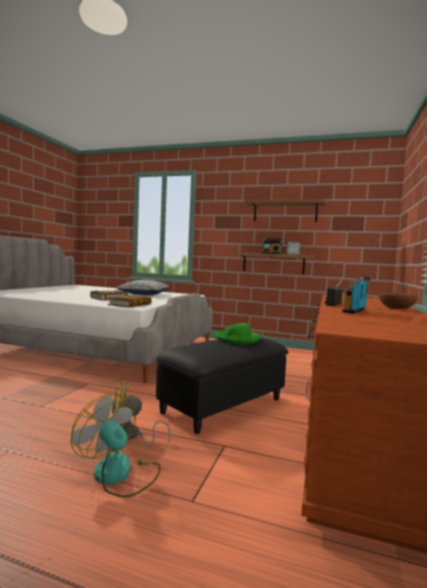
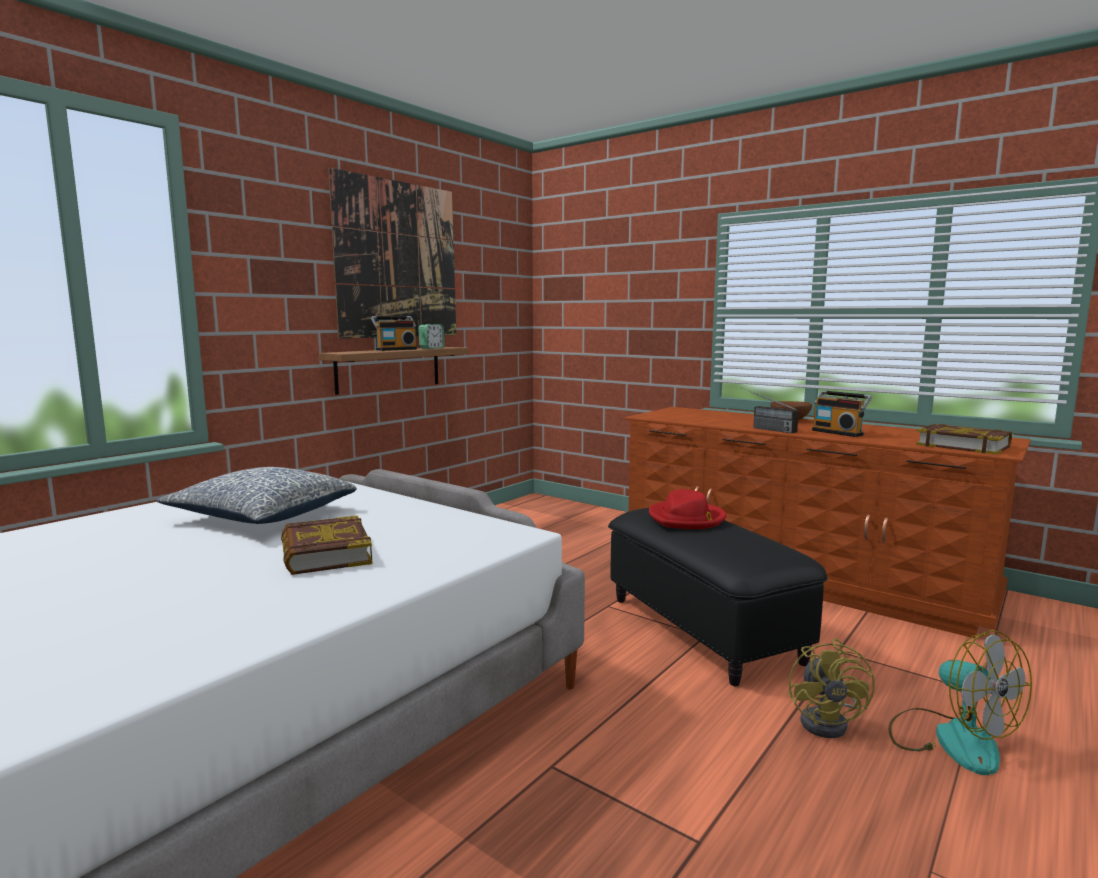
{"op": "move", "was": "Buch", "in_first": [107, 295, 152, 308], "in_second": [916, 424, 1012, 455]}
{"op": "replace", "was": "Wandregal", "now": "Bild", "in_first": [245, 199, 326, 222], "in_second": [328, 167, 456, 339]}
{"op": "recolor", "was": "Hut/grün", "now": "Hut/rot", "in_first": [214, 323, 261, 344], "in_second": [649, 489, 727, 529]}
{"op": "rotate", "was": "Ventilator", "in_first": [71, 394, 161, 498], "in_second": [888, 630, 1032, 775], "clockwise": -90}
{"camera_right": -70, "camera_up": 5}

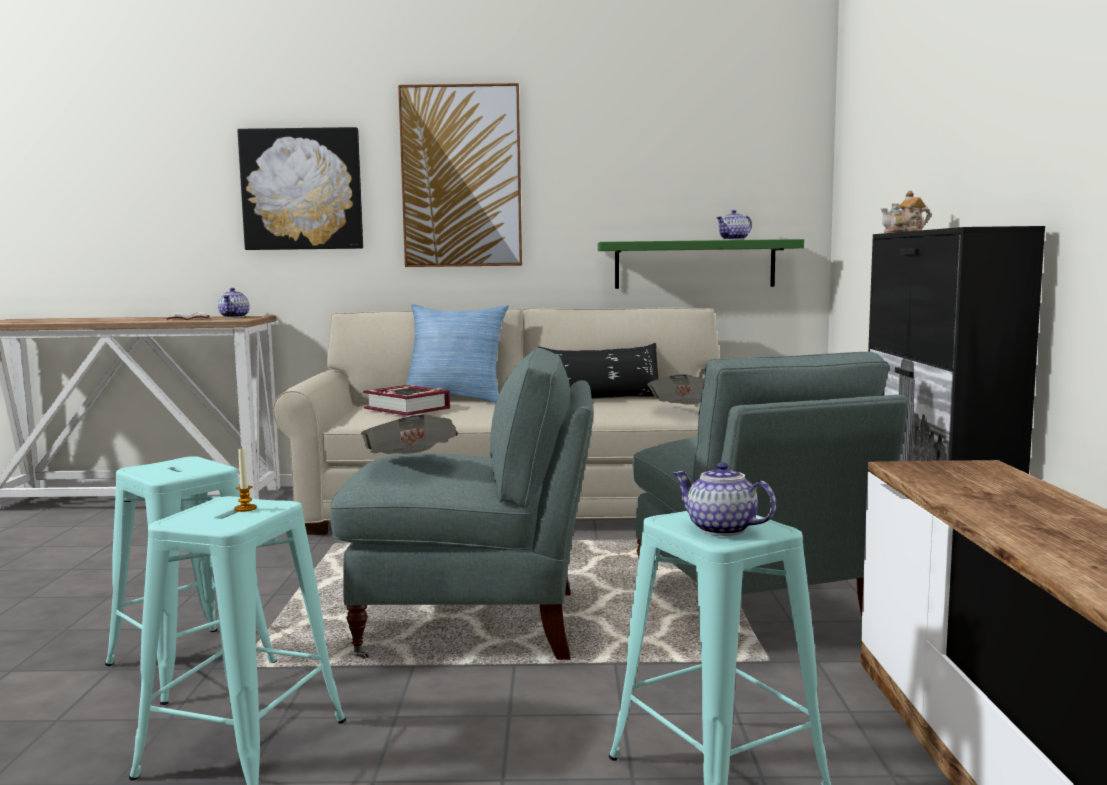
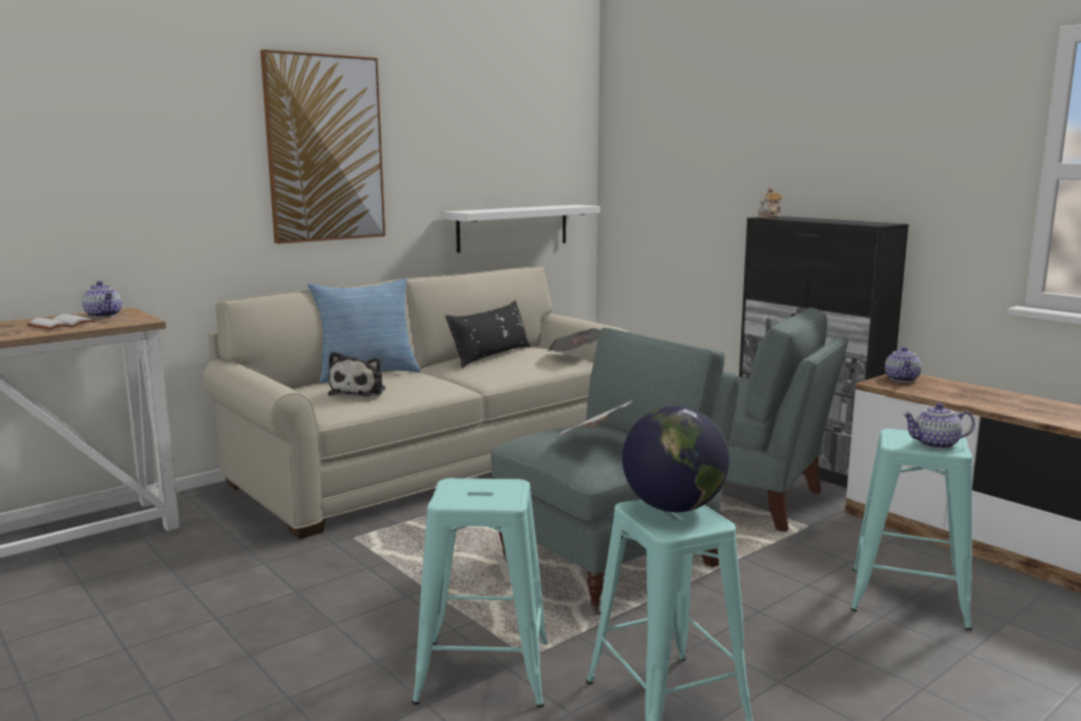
{"op": "delete", "was": "Bild", "in_first": [238, 127, 363, 250]}
{"op": "move", "was": "Teekanne", "in_first": [716, 210, 752, 240], "in_second": [885, 347, 922, 382]}
{"op": "replace", "was": "Kerze", "now": "Globus", "in_first": [234, 446, 257, 512], "in_second": [622, 406, 729, 512]}
{"op": "replace", "was": "Buch", "now": "Plüschtier", "in_first": [363, 385, 450, 416], "in_second": [328, 351, 386, 397]}
{"op": "recolor", "was": "Wandregal/grün", "now": "Wandregal/weiß", "in_first": [598, 239, 804, 289], "in_second": [443, 205, 600, 253]}
{"camera_right": -40, "camera_up": 5}

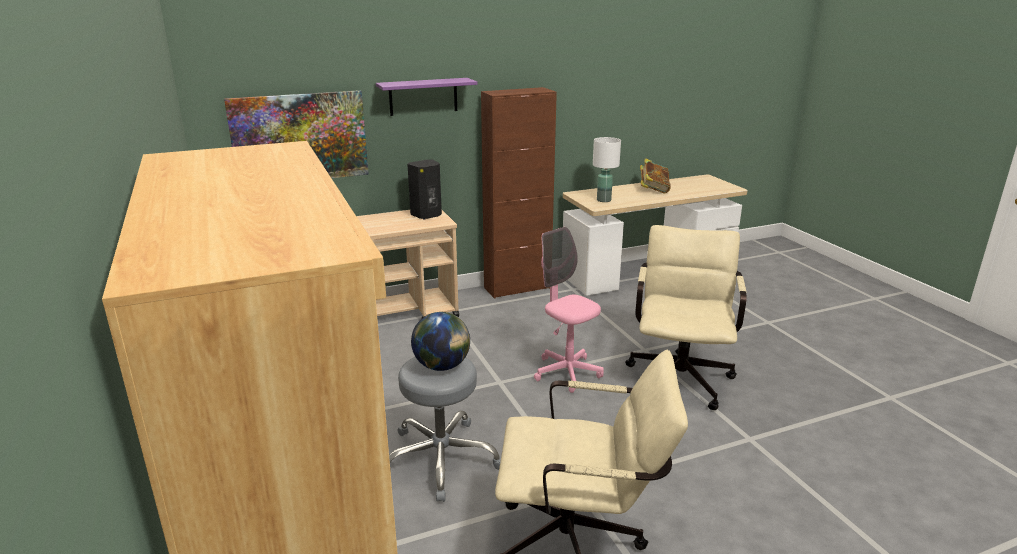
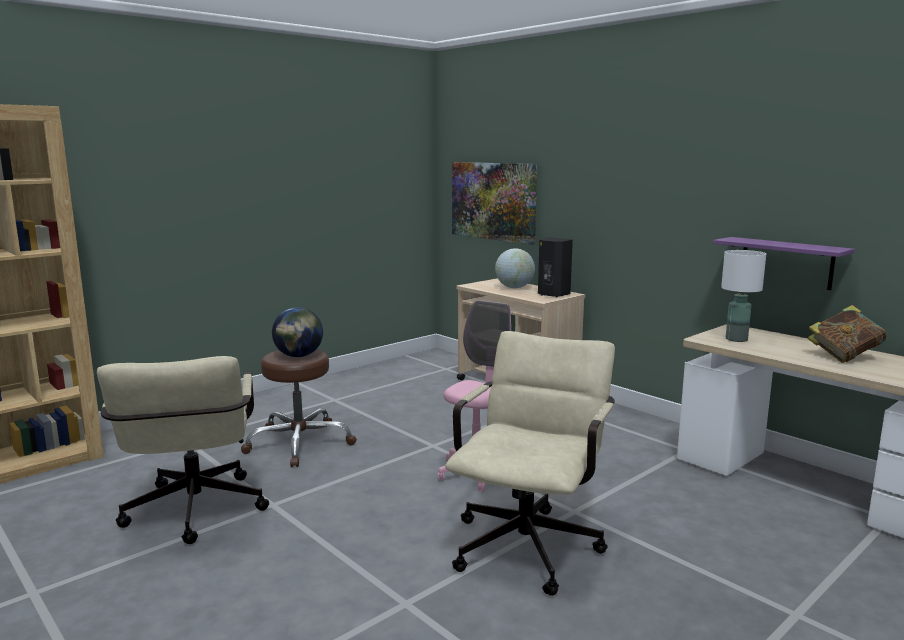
{"op": "delete", "was": "Schrank/braun", "in_first": [481, 87, 557, 298]}
{"op": "insert", "now": "Globus", "in_second": [495, 248, 535, 288]}
{"op": "move", "was": "Wandregal/lila", "in_first": [376, 78, 477, 116], "in_second": [713, 237, 855, 290]}
{"op": "recolor", "was": "Hocker/grau", "now": "Hocker/braun", "in_first": [389, 357, 501, 502], "in_second": [241, 349, 357, 467]}
{"op": "rotate", "was": "Bürostuhl/beige", "in_first": [625, 225, 747, 410], "in_second": [445, 331, 615, 596], "clockwise": -60}
{"camera_right": 70, "camera_up": -10}

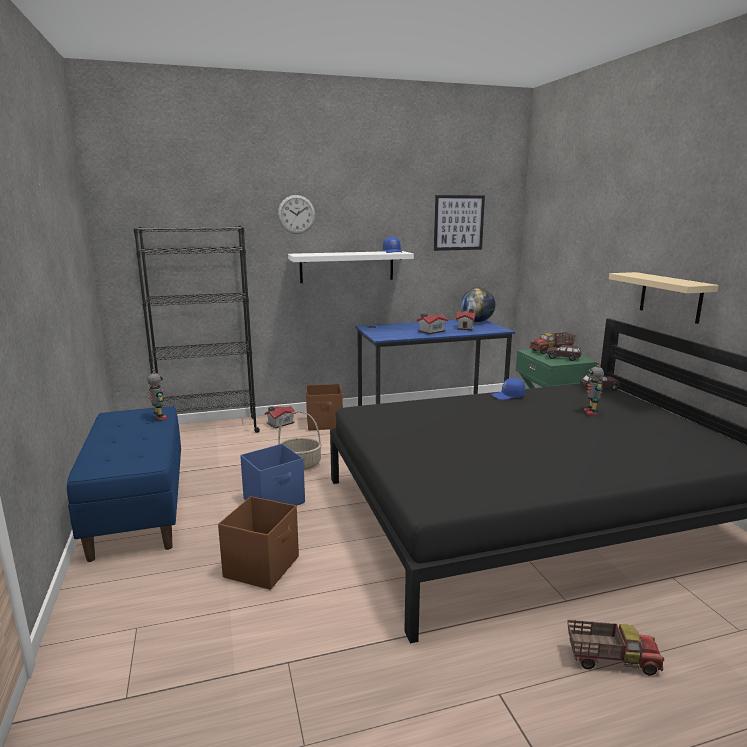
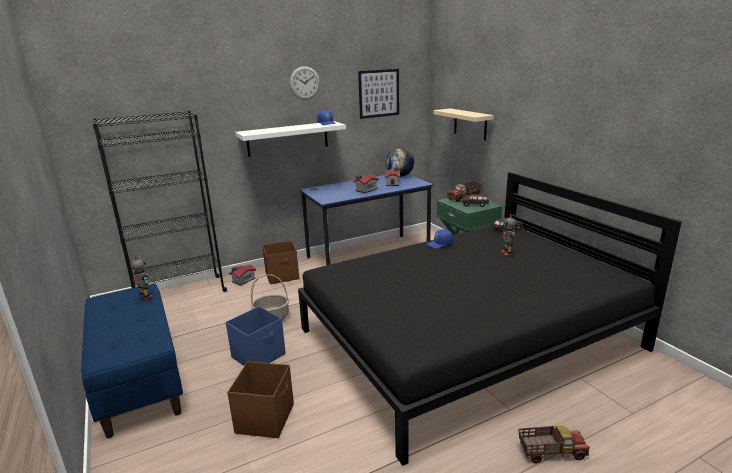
{"op": "move", "was": "Wanduhr", "in_first": [278, 195, 315, 234], "in_second": [290, 66, 320, 100]}
{"op": "move", "was": "Wandregal/beige", "in_first": [609, 272, 718, 324], "in_second": [433, 108, 494, 140]}
{"camera_right": -10, "camera_up": 5}

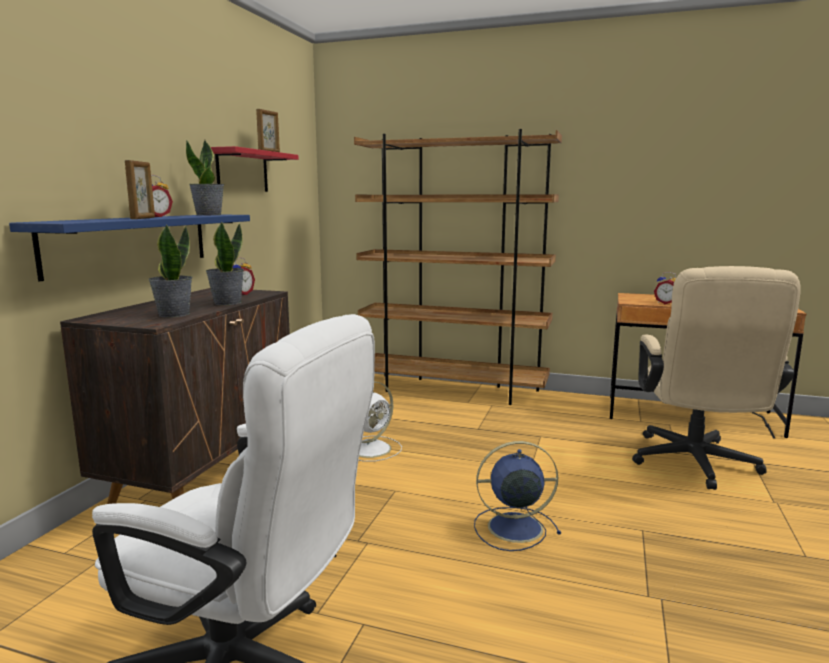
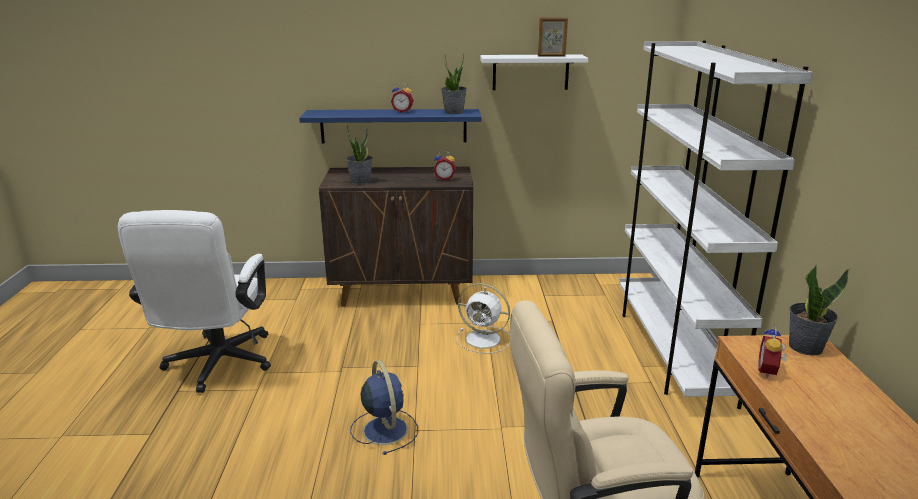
{"op": "delete", "was": "Bilderrahmen", "in_first": [125, 160, 155, 219]}
{"op": "move", "was": "Topfpflanze", "in_first": [206, 221, 244, 305], "in_second": [789, 265, 849, 356]}
{"op": "recolor", "was": "Wandregal/rot", "now": "Wandregal/weiß", "in_first": [211, 146, 298, 192], "in_second": [480, 55, 588, 90]}
{"op": "recolor", "was": "Bücherregal/braun", "now": "Bücherregal/weiß", "in_first": [354, 129, 562, 405], "in_second": [619, 40, 813, 409]}
{"camera_right": 70, "camera_up": 10}

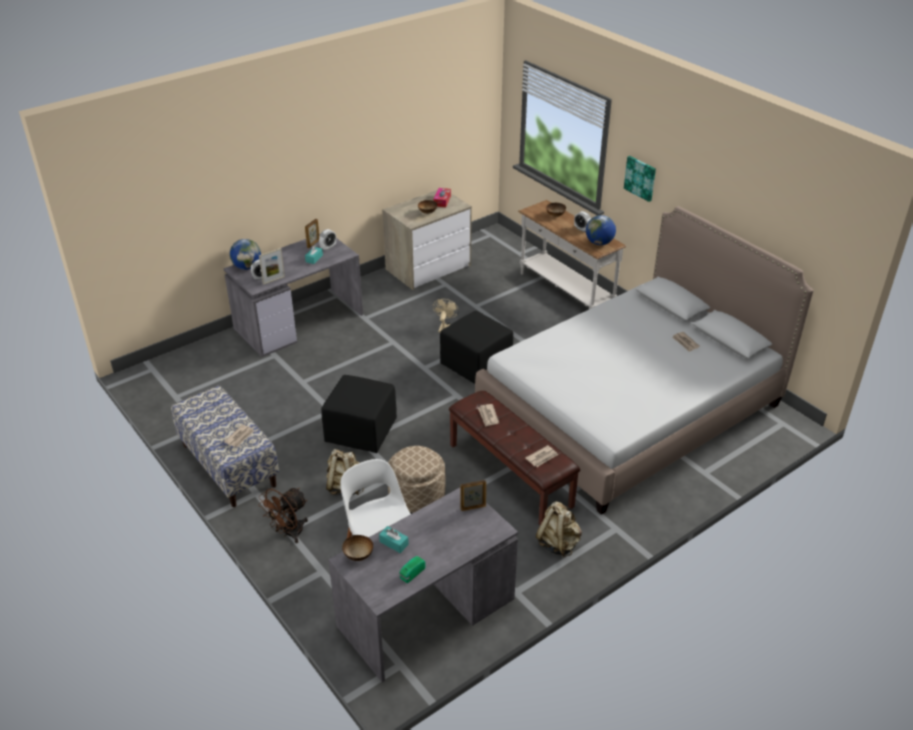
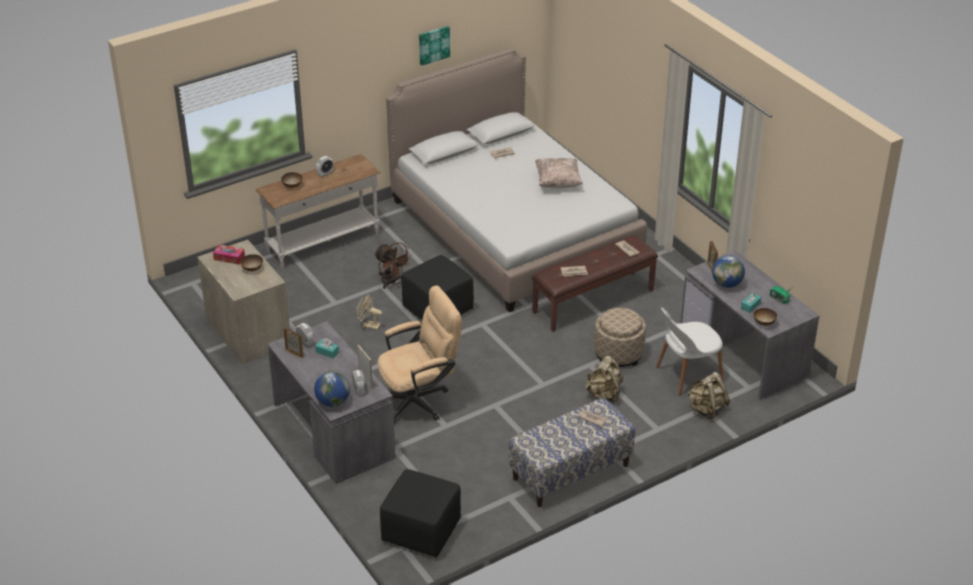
{"op": "insert", "now": "Bürostuhl/beige", "in_second": [377, 285, 462, 424]}
{"op": "insert", "now": "Kissen/beige", "in_second": [535, 158, 583, 189]}
{"op": "move", "was": "Ventilator/braun", "in_first": [258, 488, 308, 543], "in_second": [374, 242, 412, 289]}
{"op": "move", "was": "Polsterhocker/schwarz", "in_first": [321, 375, 397, 453], "in_second": [380, 469, 461, 557]}
{"op": "move", "was": "Rucksack/beige", "in_first": [536, 502, 582, 557], "in_second": [687, 372, 730, 420]}
{"op": "move", "was": "Globus", "in_first": [586, 215, 616, 245], "in_second": [712, 255, 745, 288]}
{"op": "move", "was": "Bild", "in_first": [624, 156, 656, 202], "in_second": [419, 26, 450, 66]}
{"camera_right": -85, "camera_up": 0}

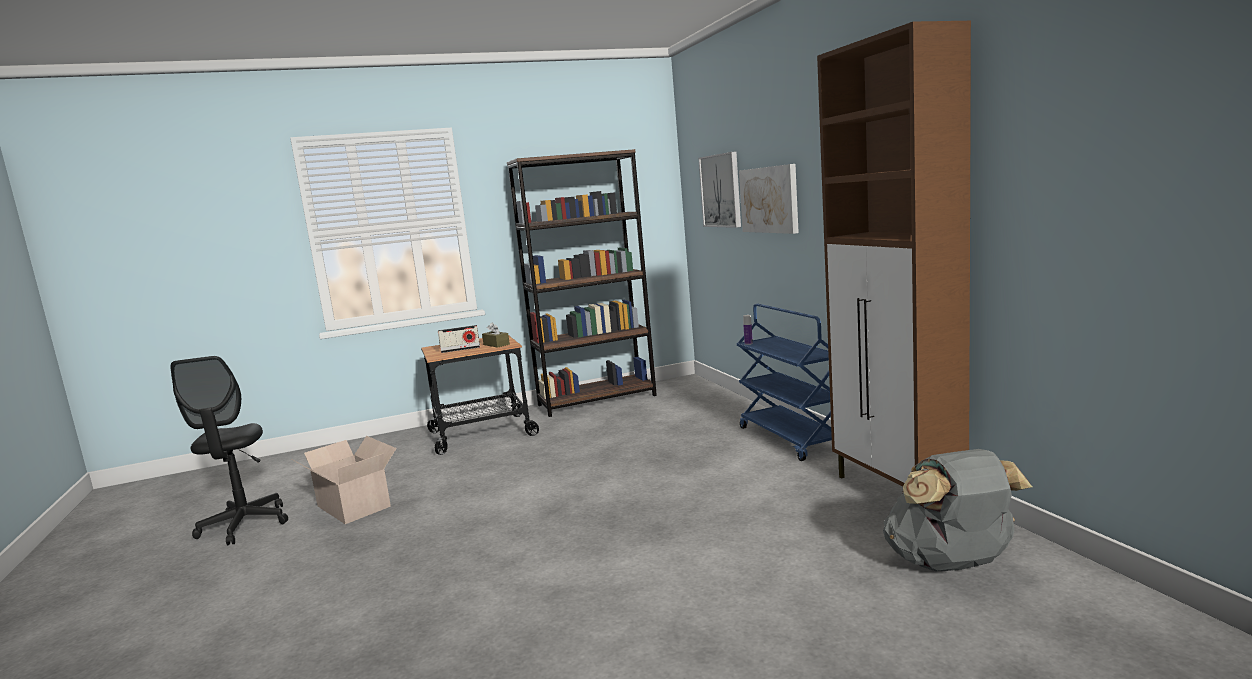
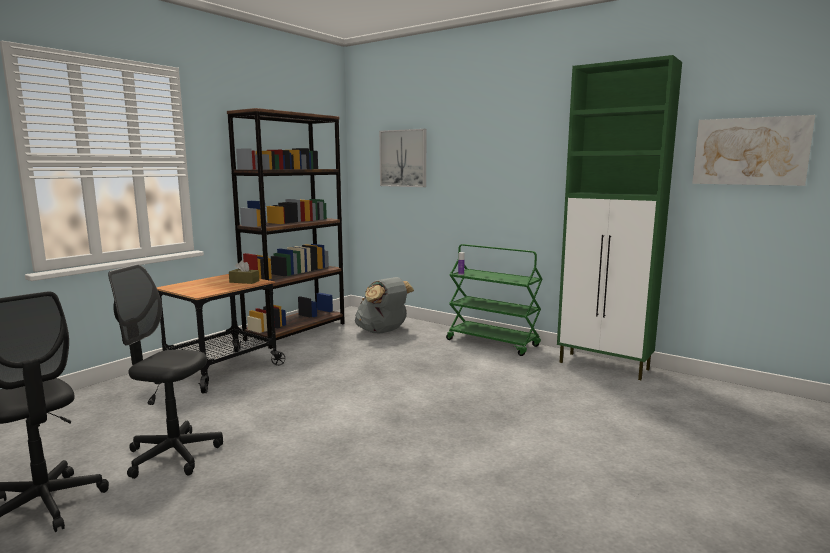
{"op": "delete", "was": "Radio", "in_first": [438, 325, 480, 353]}
{"op": "move", "was": "Bild", "in_first": [739, 164, 799, 234], "in_second": [692, 115, 815, 186]}
{"op": "move", "was": "Rucksack/grau", "in_first": [883, 449, 1032, 571], "in_second": [355, 277, 414, 333]}
{"op": "replace", "was": "Karton", "now": "Bürostuhl/schwarz", "in_first": [292, 436, 396, 524], "in_second": [108, 264, 223, 479]}
{"op": "recolor", "was": "Rollwagen/blau", "now": "Rollwagen/grün", "in_first": [736, 304, 832, 461], "in_second": [446, 244, 542, 356]}
{"op": "recolor", "was": "Schrank/braun", "now": "Schrank/grün", "in_first": [817, 21, 971, 486], "in_second": [557, 55, 682, 380]}
{"camera_right": -35, "camera_up": 0}

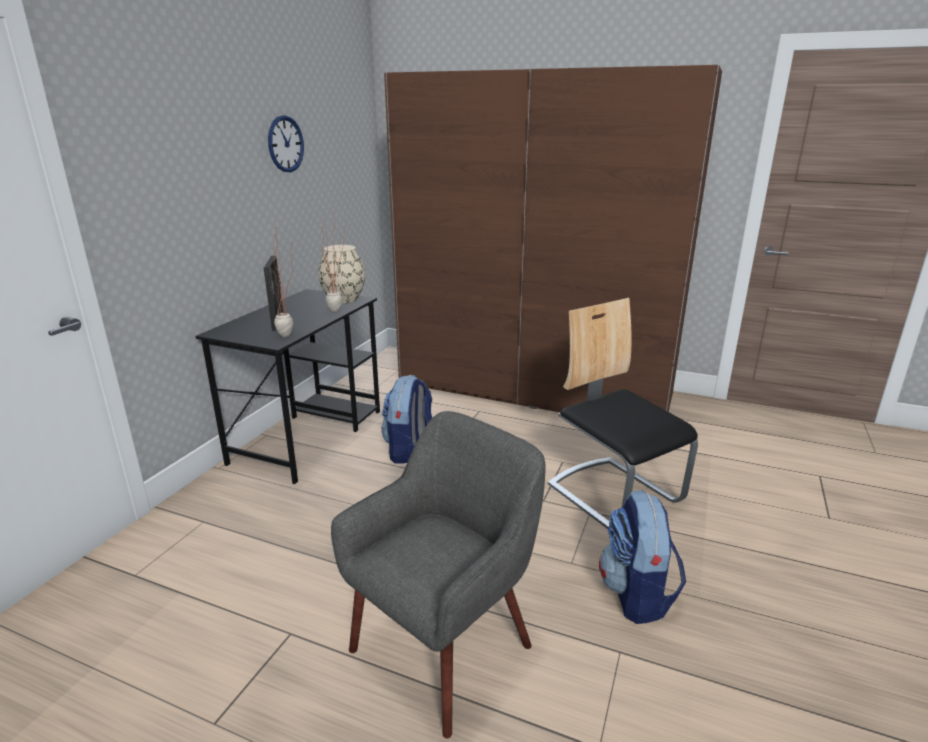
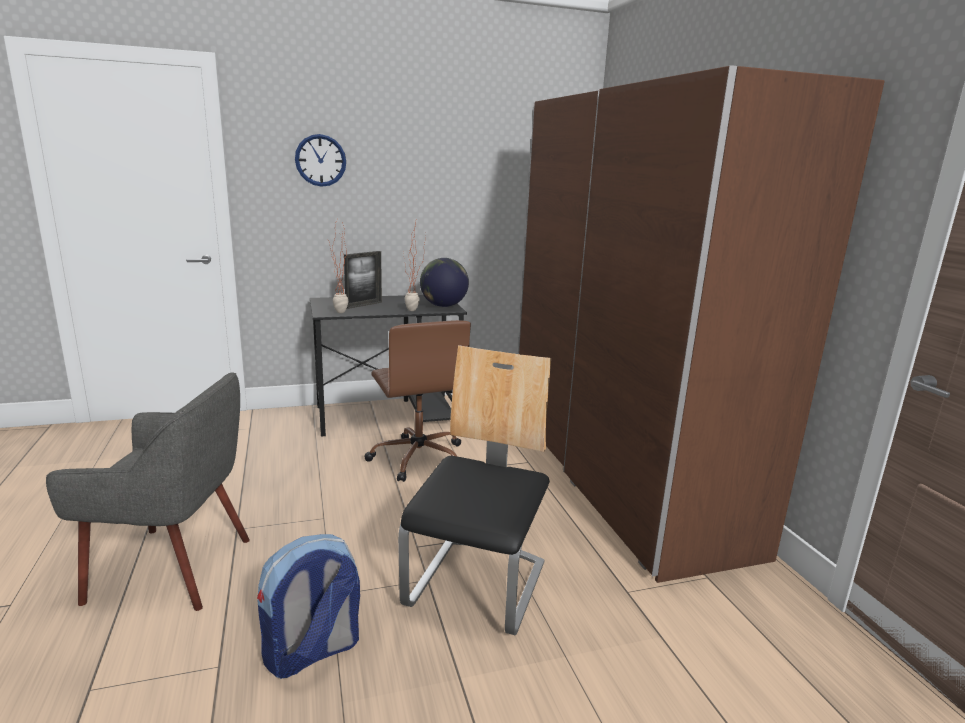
{"op": "move", "was": "Wanduhr", "in_first": [268, 115, 304, 172], "in_second": [295, 134, 346, 187]}
{"op": "replace", "was": "Vase/beige", "now": "Globus", "in_first": [318, 245, 365, 303], "in_second": [420, 258, 469, 307]}
{"op": "replace", "was": "Rucksack", "now": "Bürostuhl/braun", "in_first": [381, 375, 432, 464], "in_second": [364, 320, 471, 482]}
{"camera_right": 50, "camera_up": -5}

